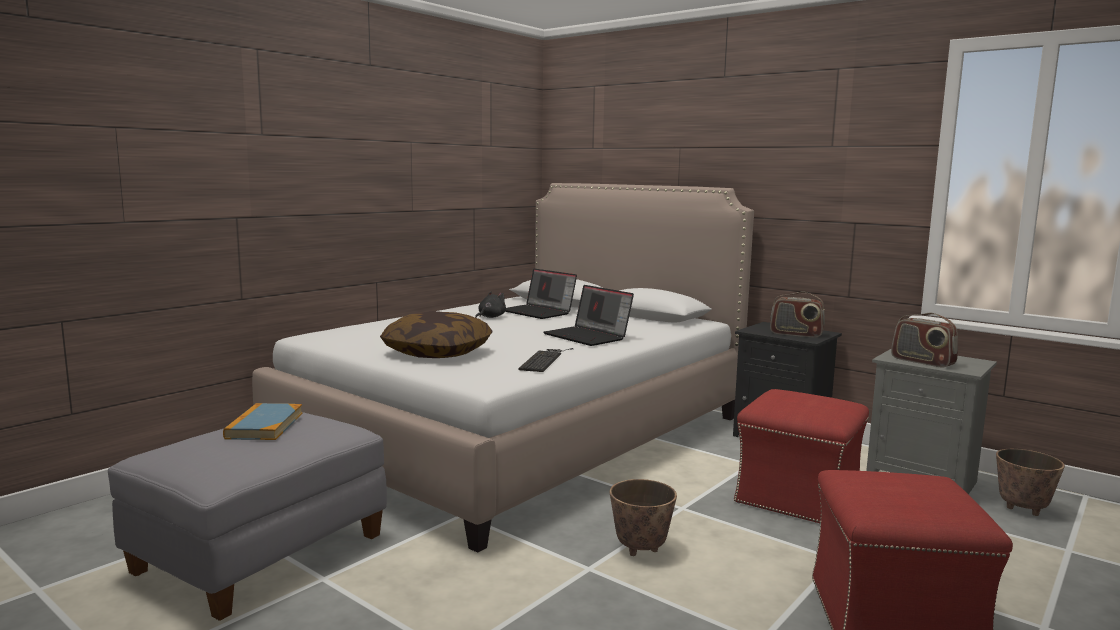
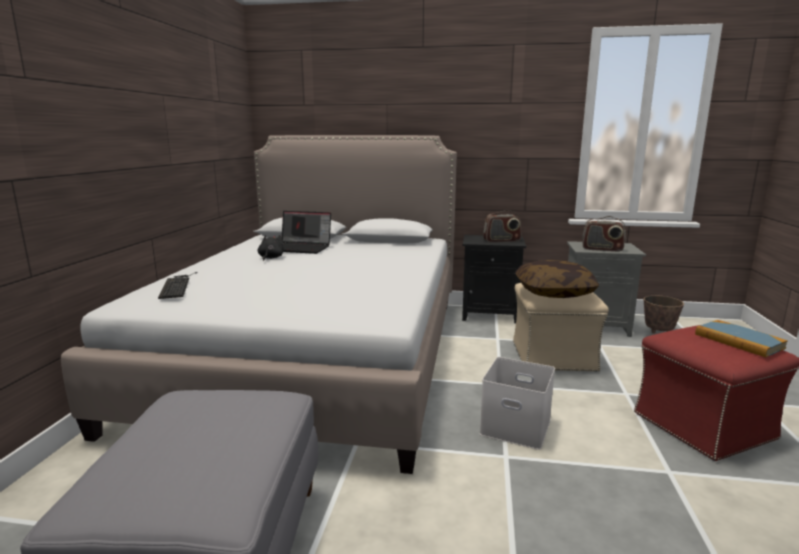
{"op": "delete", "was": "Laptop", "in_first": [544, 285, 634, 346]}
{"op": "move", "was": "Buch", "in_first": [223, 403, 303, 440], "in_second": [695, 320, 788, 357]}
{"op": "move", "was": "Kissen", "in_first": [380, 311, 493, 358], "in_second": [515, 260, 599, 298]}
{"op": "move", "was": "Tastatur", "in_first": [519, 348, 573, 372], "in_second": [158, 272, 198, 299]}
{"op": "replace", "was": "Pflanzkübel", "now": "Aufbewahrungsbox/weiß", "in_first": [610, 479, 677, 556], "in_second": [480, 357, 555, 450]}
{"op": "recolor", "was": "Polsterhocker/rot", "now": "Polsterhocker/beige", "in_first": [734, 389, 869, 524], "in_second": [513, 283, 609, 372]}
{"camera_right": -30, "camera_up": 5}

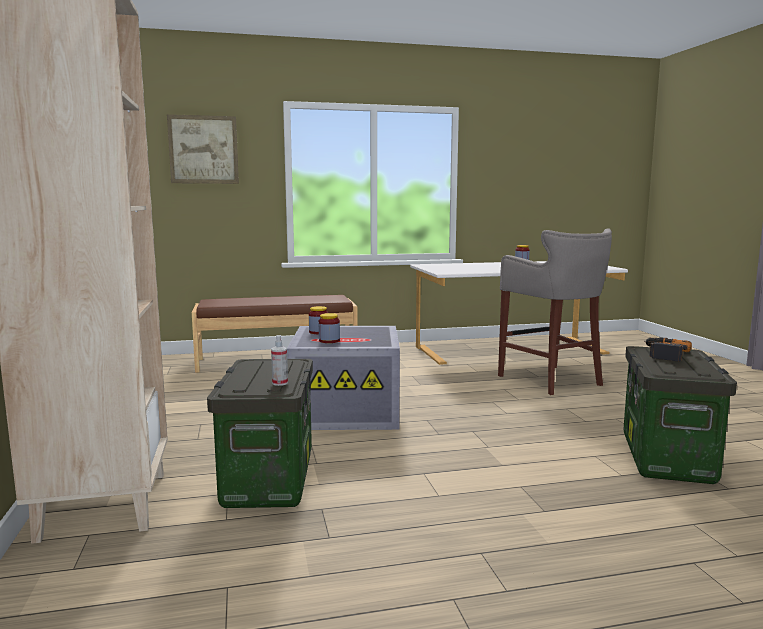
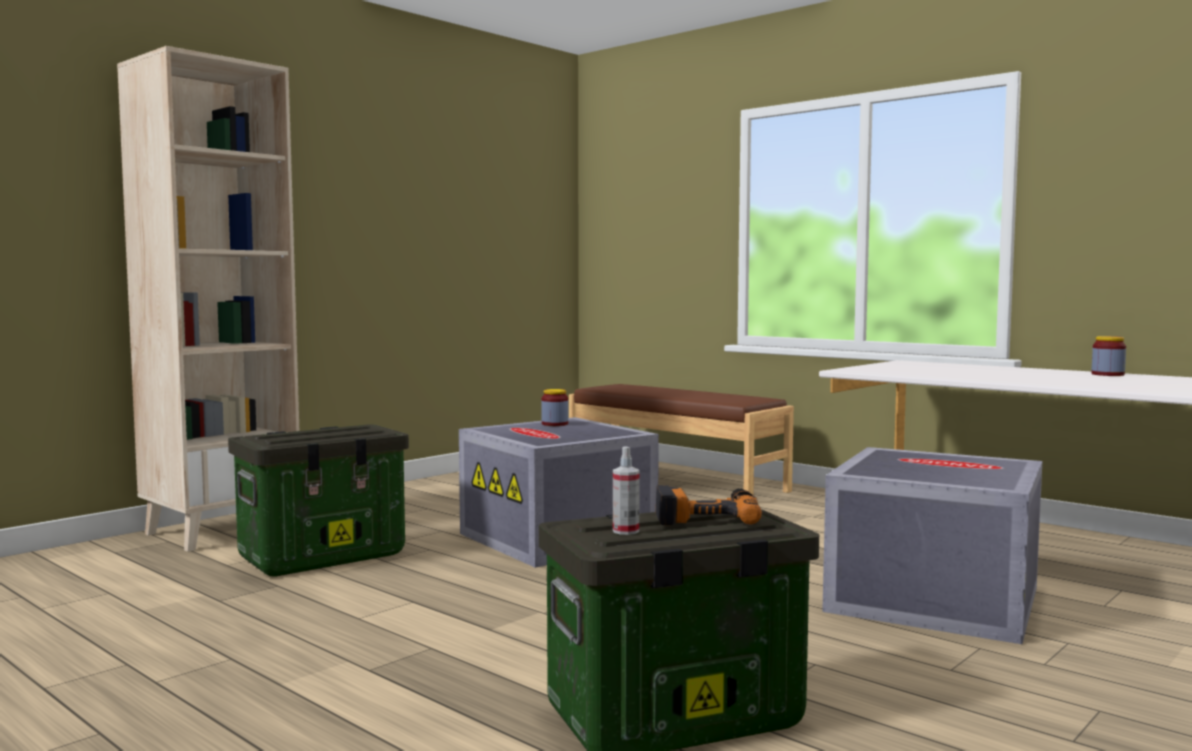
{"op": "delete", "was": "Bild", "in_first": [167, 114, 239, 184]}
{"op": "delete", "was": "Vorratsglas", "in_first": [319, 313, 340, 343]}
{"op": "move", "was": "Sprühflasche", "in_first": [271, 335, 288, 386], "in_second": [613, 446, 640, 535]}
{"op": "replace", "was": "Hocker/grau", "now": "Aufbewahrungsbox/grau", "in_first": [498, 228, 612, 395], "in_second": [822, 447, 1042, 644]}
{"camera_right": 55, "camera_up": -5}

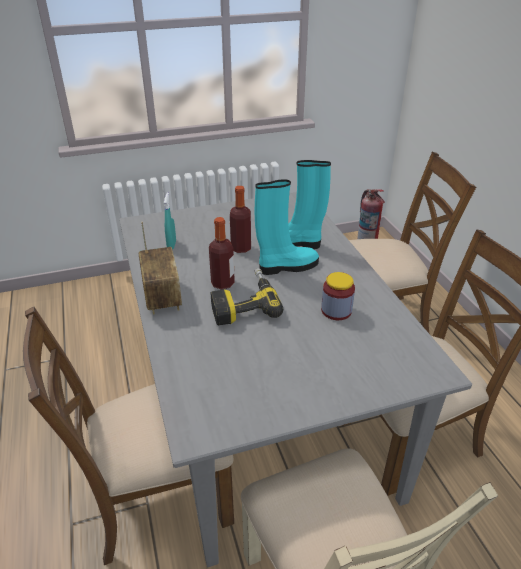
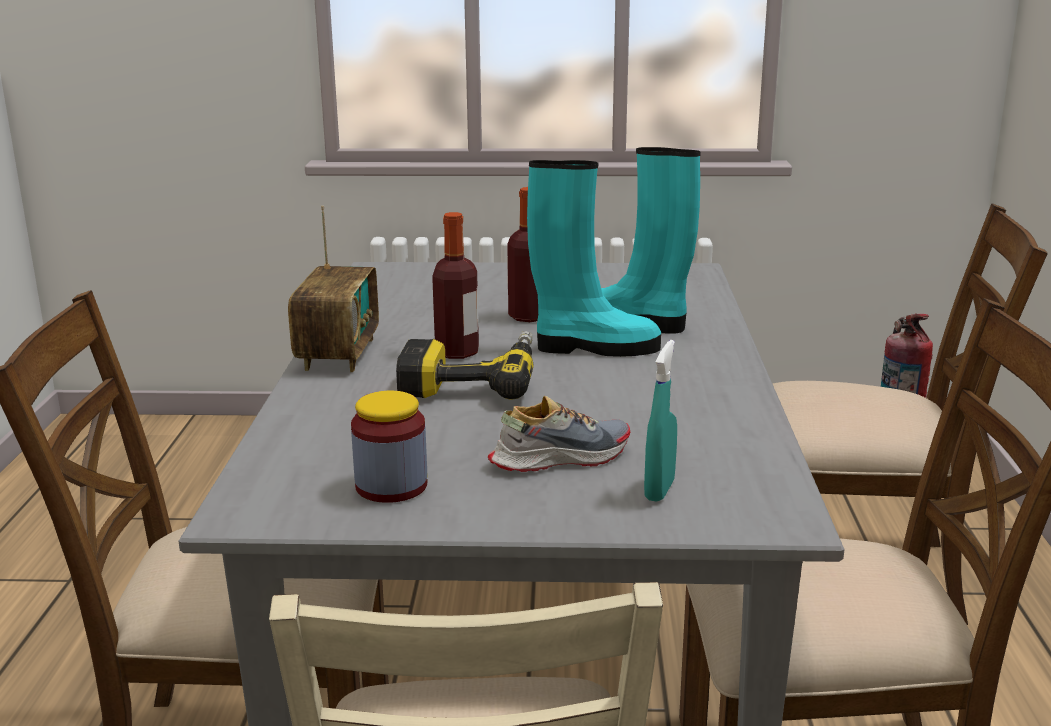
{"op": "insert", "now": "Schuh", "in_second": [488, 396, 630, 472]}
{"op": "move", "was": "Sprühflasche/türkis", "in_first": [164, 192, 176, 250], "in_second": [644, 340, 677, 502]}
{"op": "move", "was": "Vorratsglas", "in_first": [321, 272, 355, 320], "in_second": [351, 391, 428, 503]}
{"camera_right": 20, "camera_up": -15}

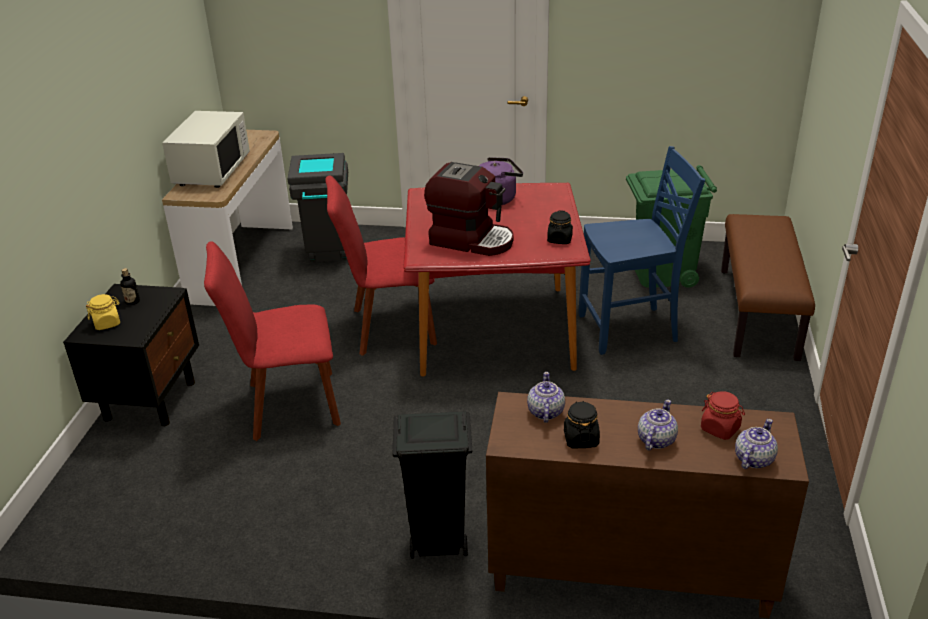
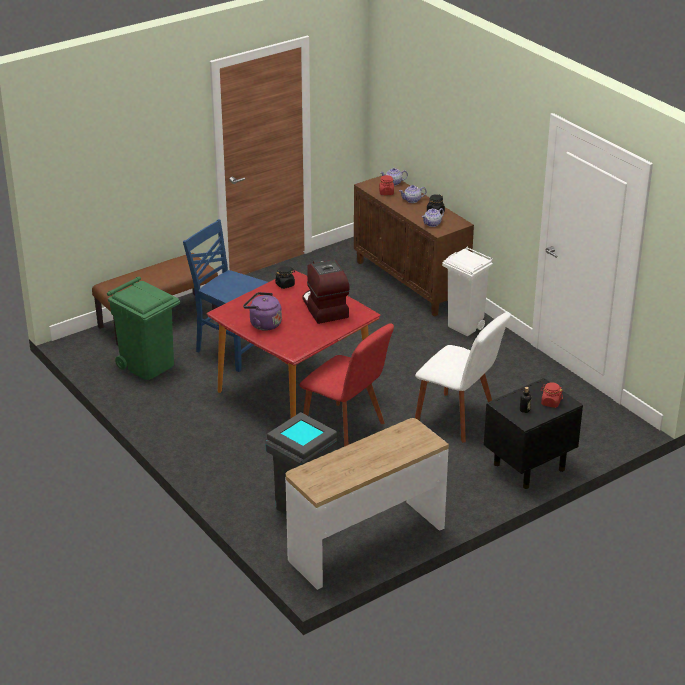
{"op": "delete", "was": "Mikrowelle/weiß", "in_first": [162, 111, 250, 188]}
{"op": "recolor", "was": "Vorratsglas/gelb", "now": "Vorratsglas/rot", "in_first": [86, 294, 120, 330], "in_second": [540, 382, 563, 408]}
{"op": "recolor", "was": "Stuhl/rot", "now": "Stuhl/weiß", "in_first": [204, 241, 341, 441], "in_second": [415, 312, 510, 443]}
{"op": "recolor", "was": "Mülleimer/schwarz", "now": "Mülleimer/weiß", "in_first": [393, 411, 472, 559], "in_second": [442, 247, 493, 336]}
{"camera_right": -135, "camera_up": 0}

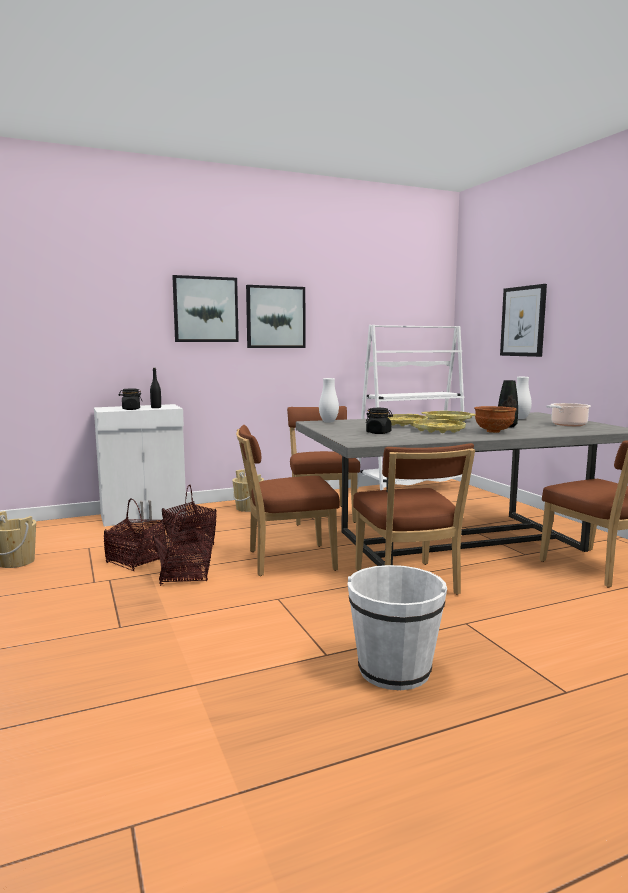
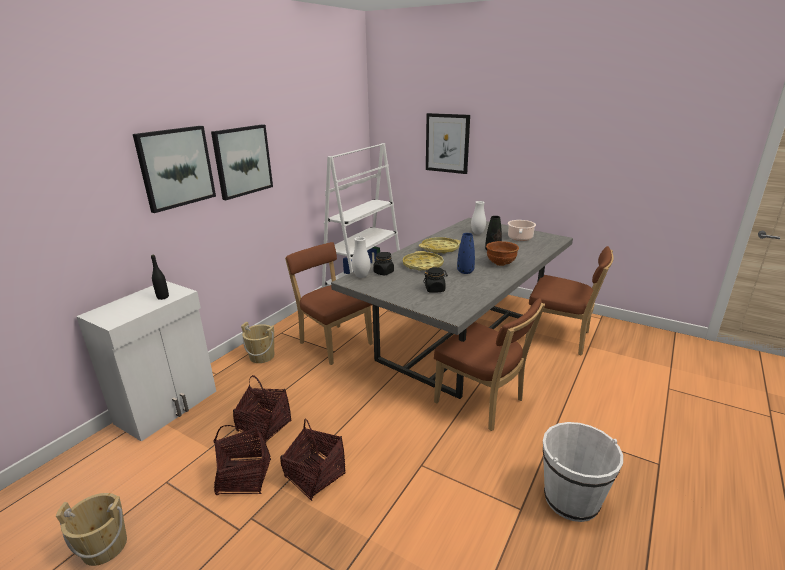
{"op": "delete", "was": "Stuhl/braun", "in_first": [236, 425, 340, 576]}
{"op": "move", "was": "Vorratsglas/schwarz", "in_first": [119, 389, 142, 410], "in_second": [373, 252, 394, 275]}
{"op": "replace", "was": "Tablett/gelb", "now": "Vase/blau", "in_first": [413, 419, 466, 433], "in_second": [457, 233, 475, 274]}
{"camera_right": -35, "camera_up": 15}

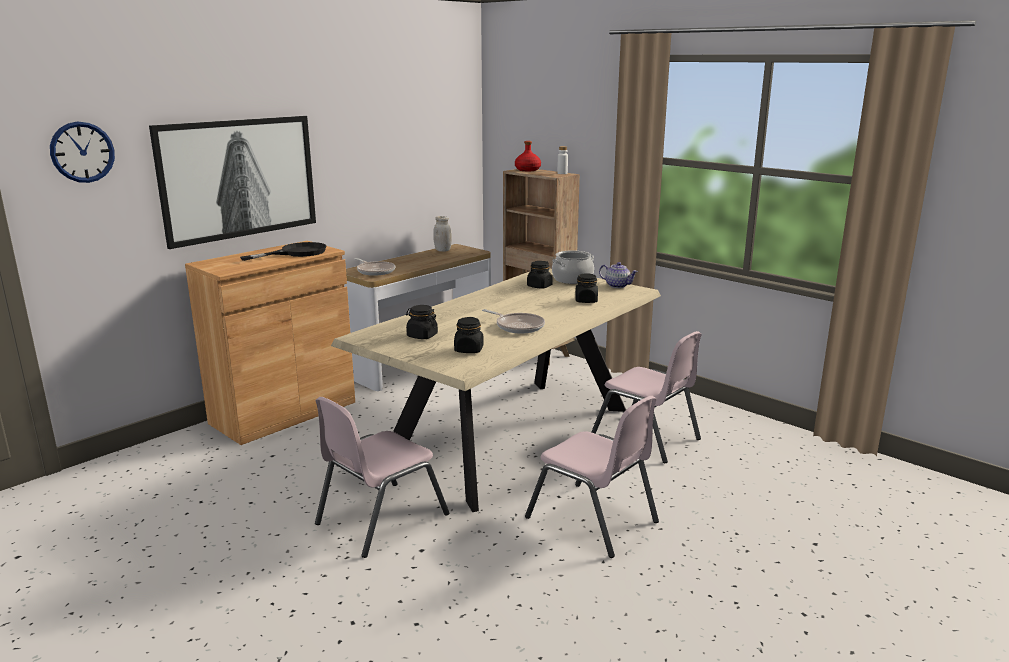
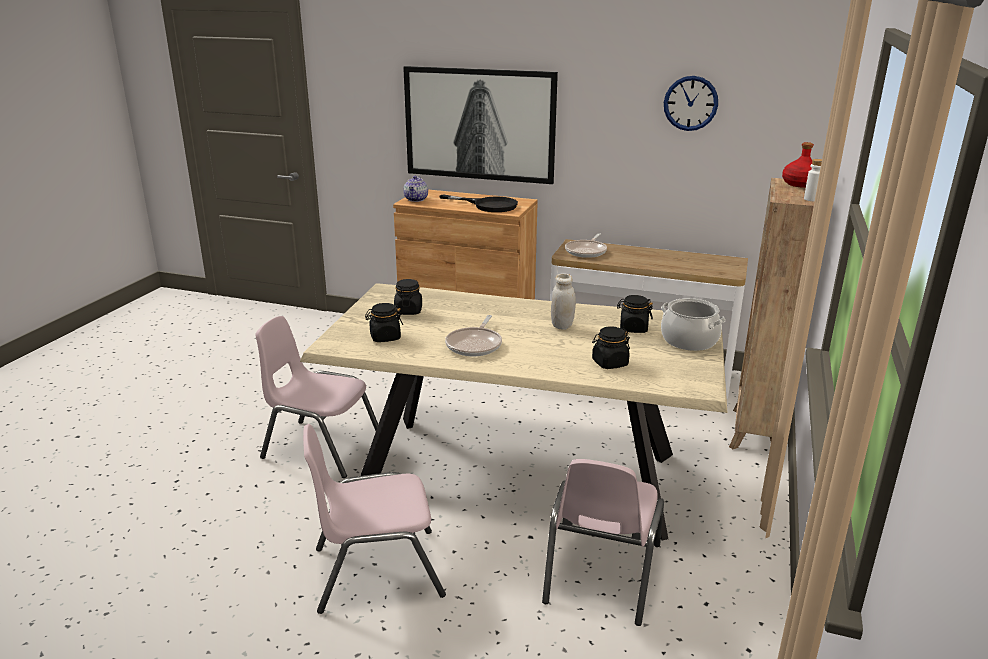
{"op": "move", "was": "Wanduhr", "in_first": [50, 122, 115, 183], "in_second": [664, 76, 718, 131]}
{"op": "move", "was": "Vorratsglas/weiß", "in_first": [433, 216, 452, 252], "in_second": [551, 273, 576, 330]}
{"op": "move", "was": "Teekanne", "in_first": [599, 262, 638, 288], "in_second": [403, 176, 428, 202]}
{"op": "rotate", "was": "Stuhl/rosa", "in_first": [525, 396, 659, 558], "in_second": [303, 424, 446, 614], "clockwise": 60}
{"camera_right": 65, "camera_up": 5}

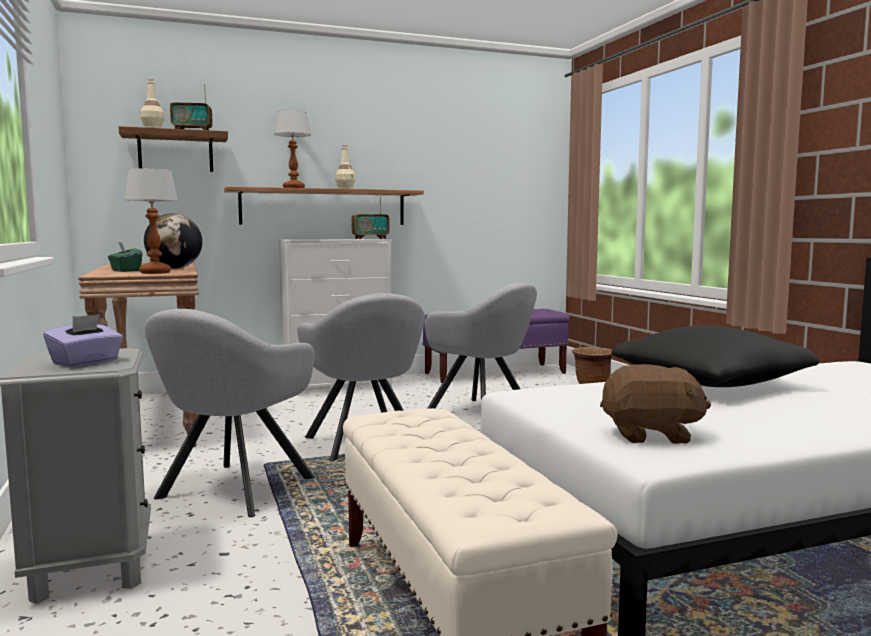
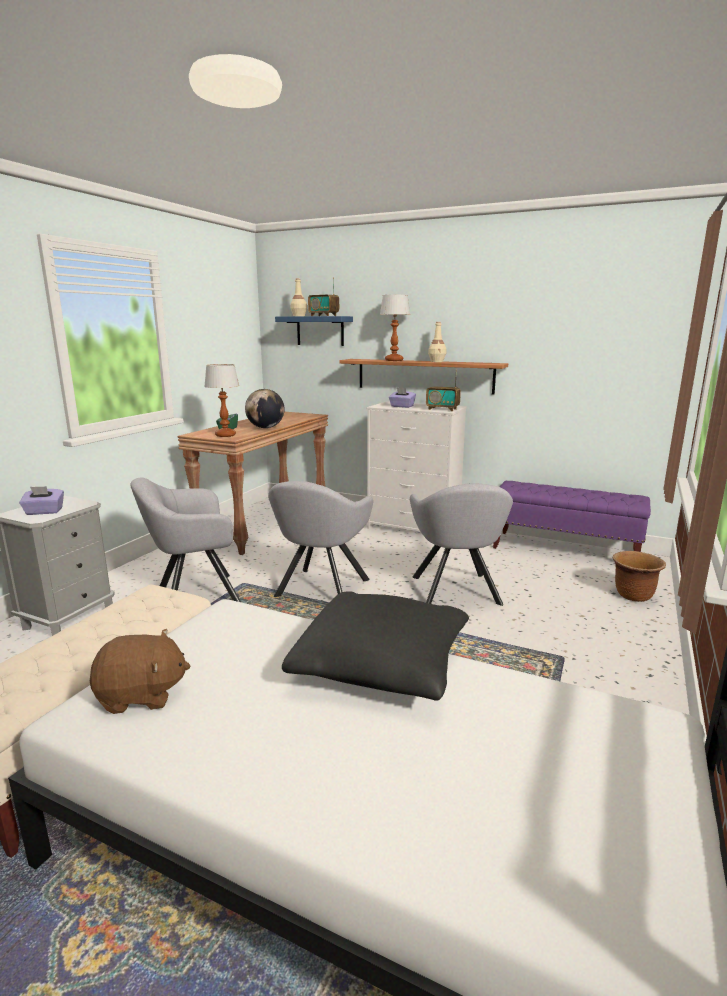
{"op": "insert", "now": "Taschentuchbox/lila", "in_second": [389, 388, 416, 408]}
{"op": "recolor", "was": "Wandregal/braun", "now": "Wandregal/blau", "in_first": [119, 126, 228, 172], "in_second": [275, 316, 353, 346]}
{"op": "rotate", "was": "Plüschtier/braun", "in_first": [600, 364, 711, 444], "in_second": [90, 629, 190, 714], "clockwise": -60}
{"camera_right": 45, "camera_up": 10}

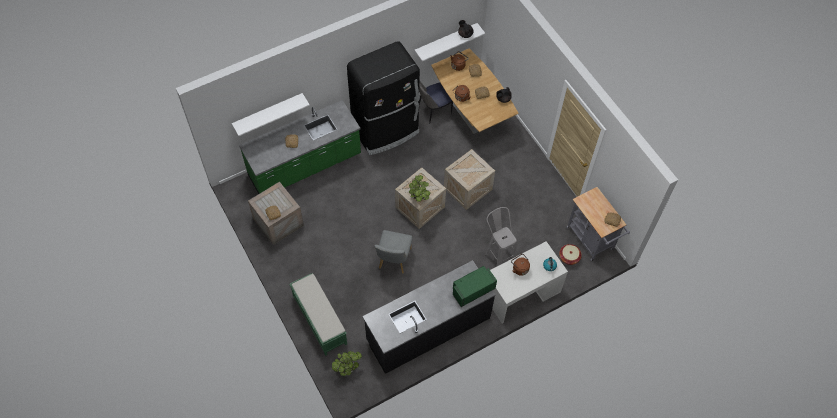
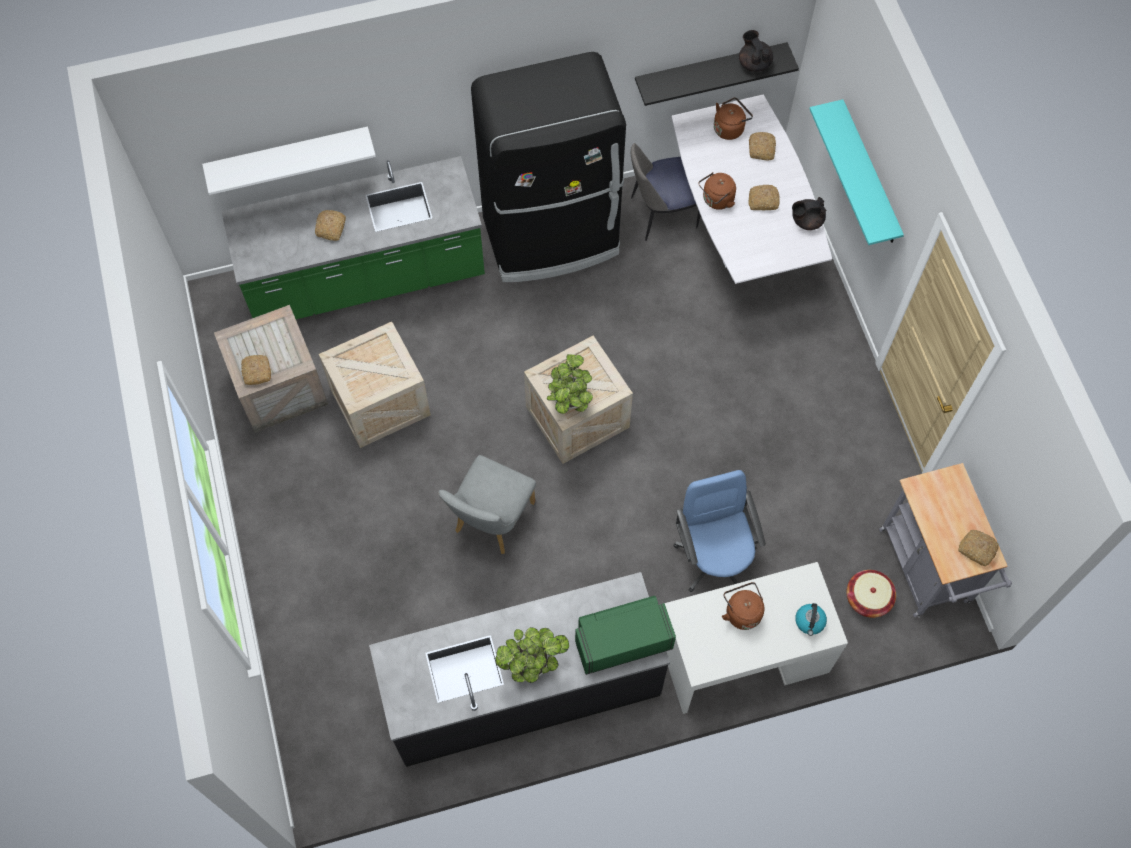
{"op": "delete", "was": "Bank/grün", "in_first": [289, 273, 347, 356]}
{"op": "insert", "now": "Wandregal/türkis", "in_second": [810, 99, 904, 245]}
{"op": "move", "was": "Topfpflanze", "in_first": [332, 351, 362, 376], "in_second": [495, 627, 569, 683]}
{"op": "move", "was": "Kiste", "in_first": [444, 149, 495, 210], "in_second": [319, 322, 431, 448]}
{"op": "replace", "was": "Hocker/grau", "now": "Bürostuhl/blau", "in_first": [485, 207, 517, 266], "in_second": [674, 470, 766, 592]}
{"op": "recolor", "was": "Wandregal/weiß", "now": "Wandregal/schwarz", "in_first": [415, 23, 485, 61], "in_second": [635, 42, 799, 106]}
{"op": "recolor", "was": "Esstisch/braun", "now": "Esstisch/weiß", "in_first": [431, 48, 519, 135], "in_second": [672, 94, 832, 284]}
{"camera_right": 15, "camera_up": 5}

